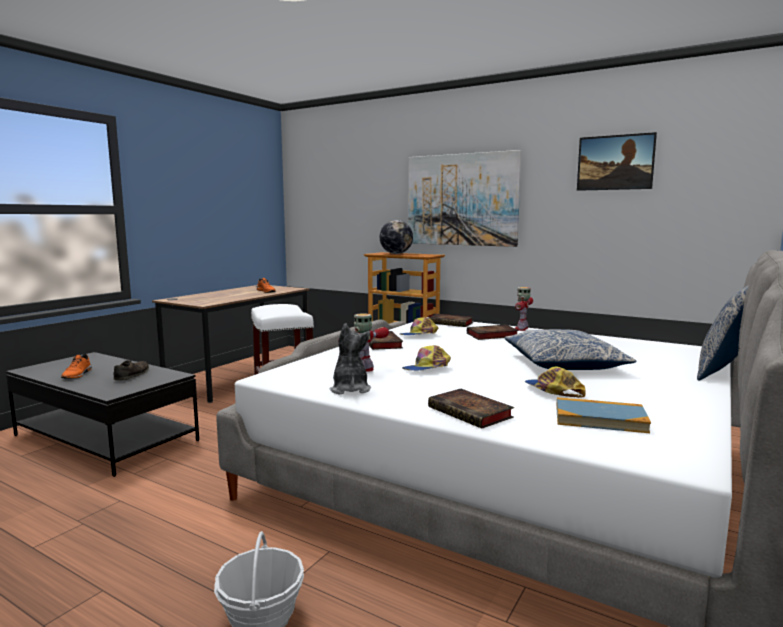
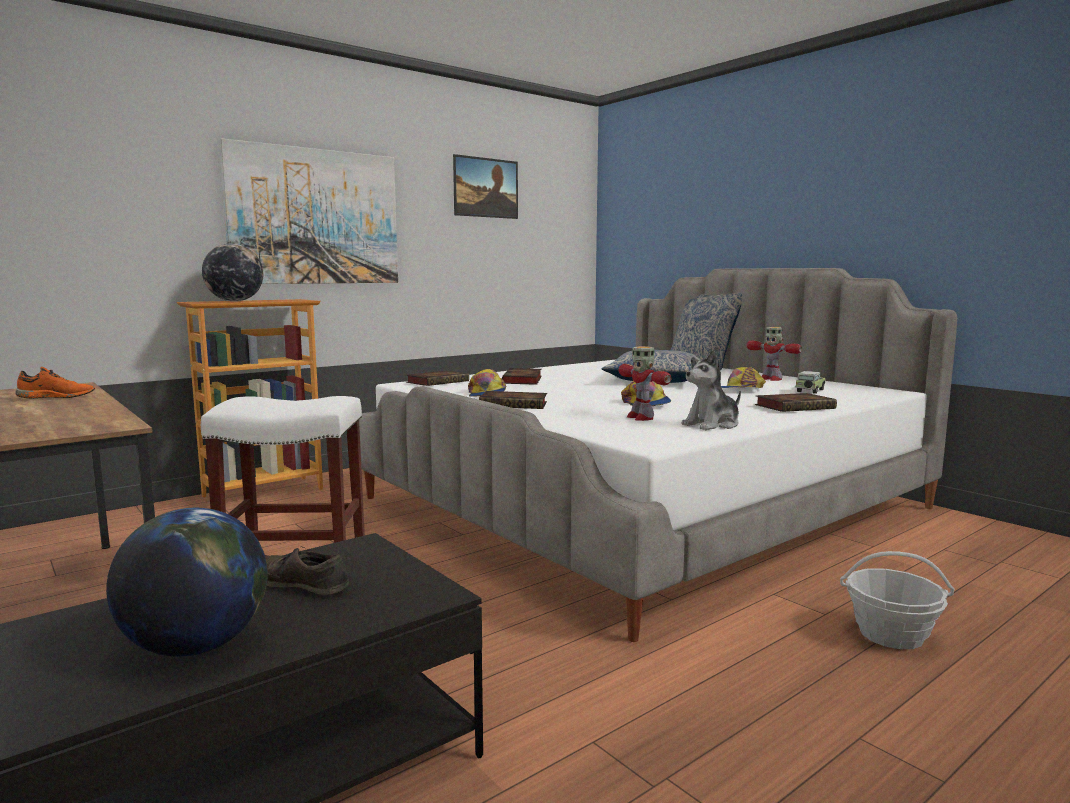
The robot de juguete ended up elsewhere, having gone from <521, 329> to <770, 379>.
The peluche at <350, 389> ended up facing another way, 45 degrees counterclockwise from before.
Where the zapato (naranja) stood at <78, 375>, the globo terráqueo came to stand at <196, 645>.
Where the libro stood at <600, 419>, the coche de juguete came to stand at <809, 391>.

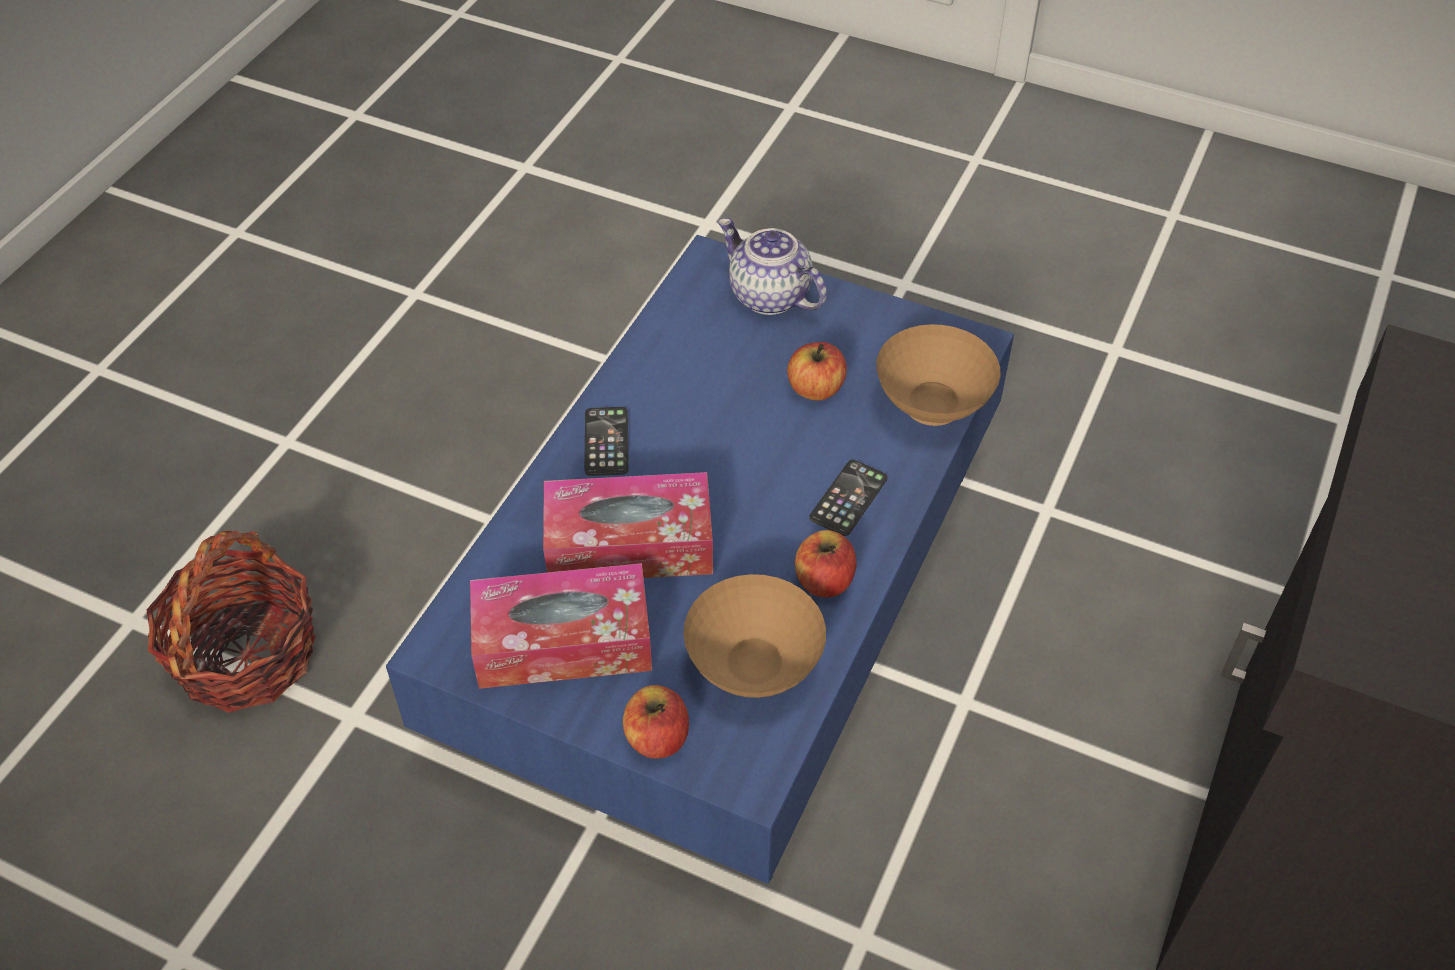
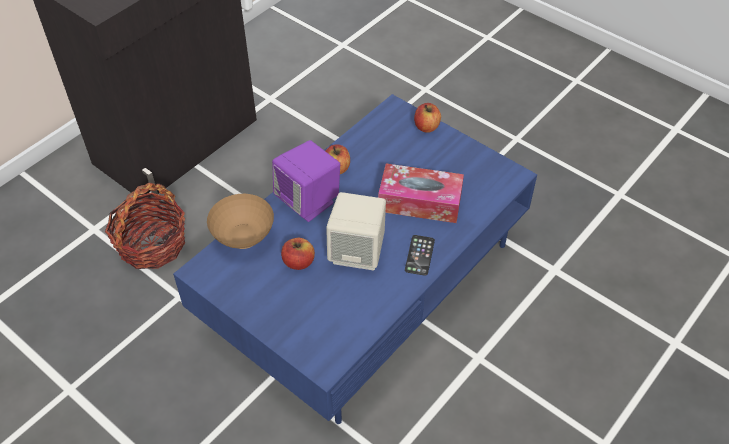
The second view lost the tetera at <768, 296>.
Where the móvil stood at <848, 498>, the altavoz (morado) came to stand at <308, 202>.
The cesta ended up elsewhere, having gone from <246, 654> to <152, 244>.
The second view lost the caja de pañuelos at <563, 642>.
The second view lost the cuenco (marrón) at <756, 670>.
The second view gained the altavoz (beis) at <357, 252>.

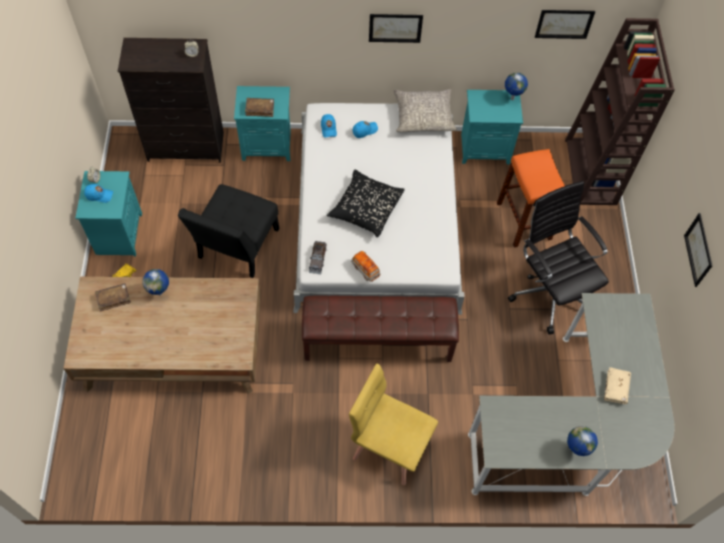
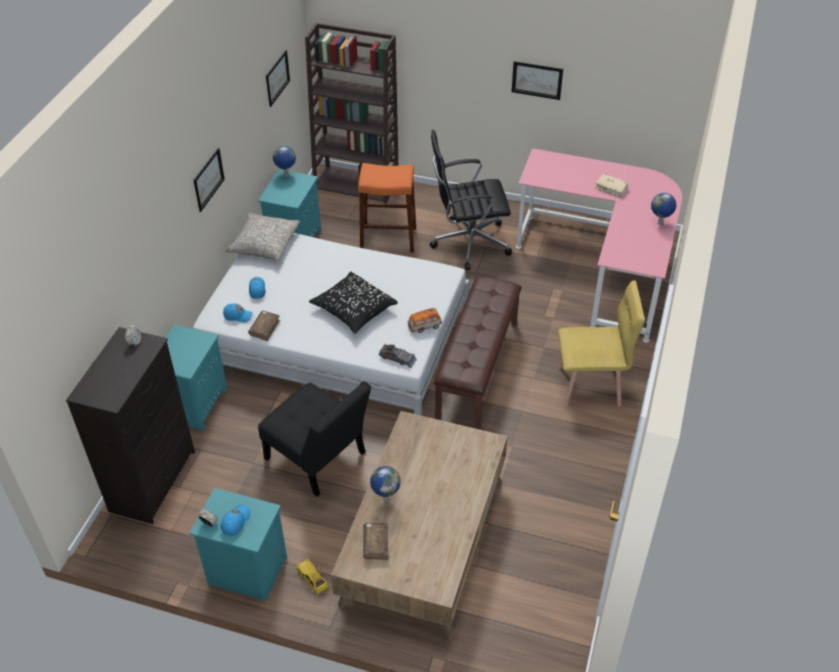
The libro (marrón) ended up elsewhere, having gone from <260, 109> to <264, 328>.
What was the escritorio (gris) at <570, 429> turned into the escritorio (rosa) at <603, 267>.
The silla (amarillo) at <390, 447> ended up facing another way, 135 degrees counterclockwise from before.

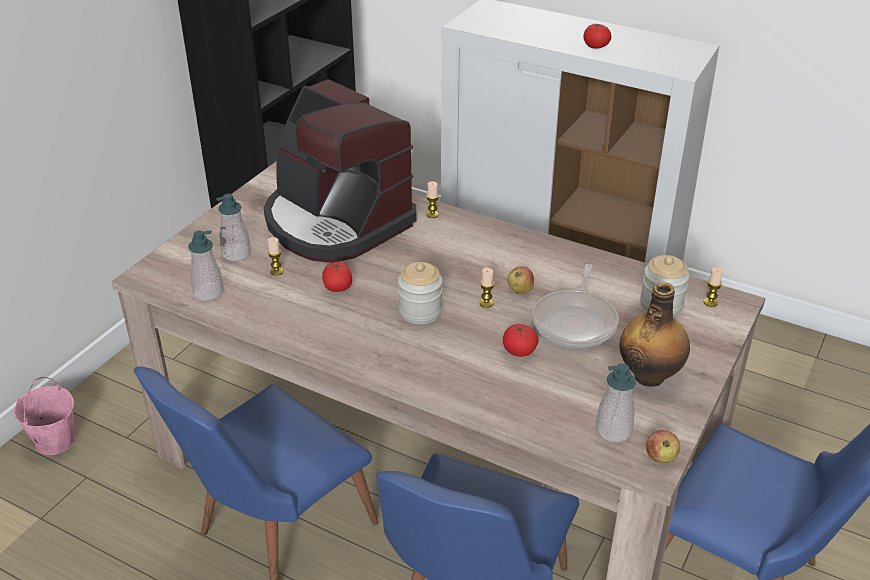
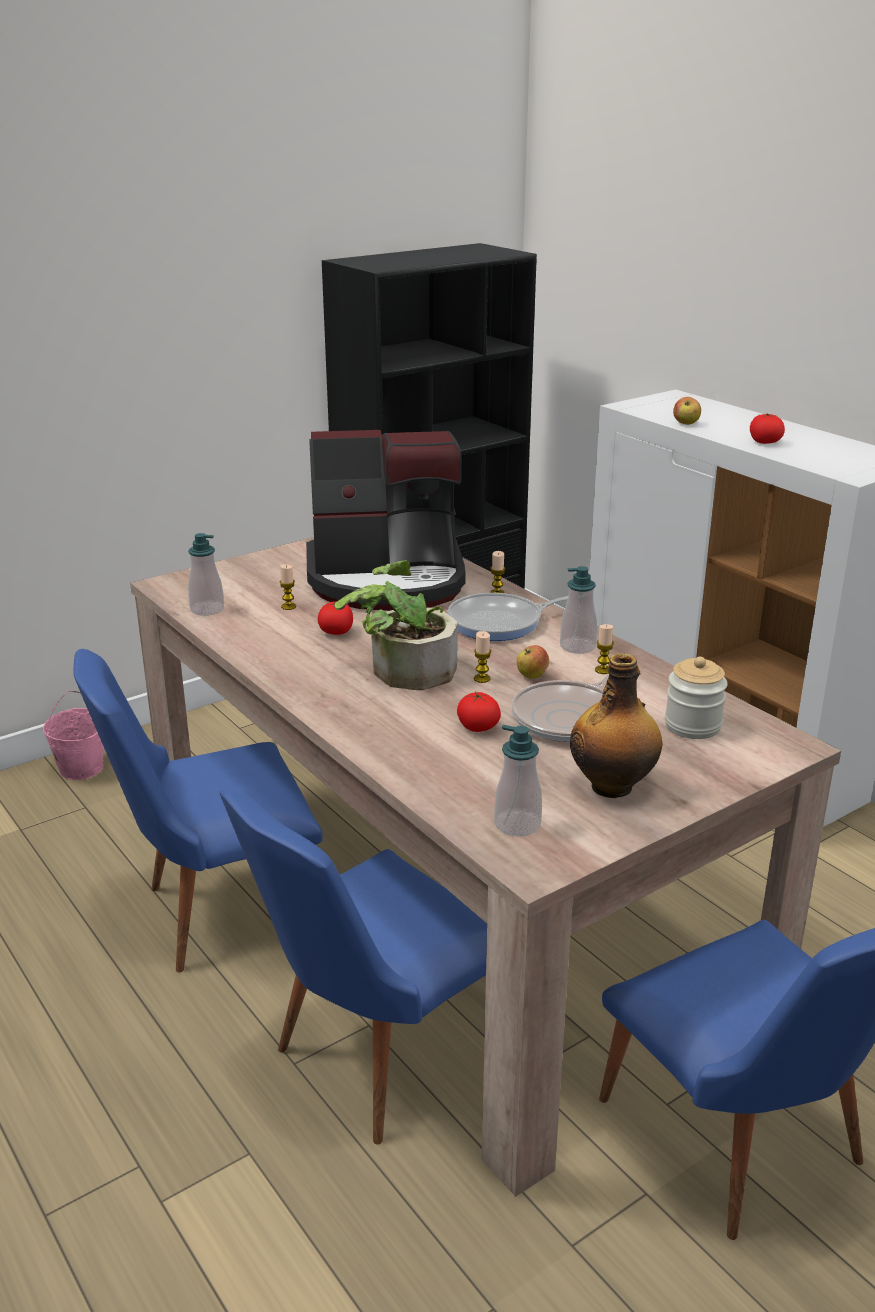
The cafetera at <336, 222> ended up facing another way, 75 degrees counterclockwise from before.
The dispensador de jabón ended up elsewhere, having gone from <236, 254> to <577, 646>.
Where the tarro stood at <420, 311>, the planta en maceta came to stand at <402, 670>.
The vela ended up elsewhere, having gone from <710, 302> to <603, 670>.
The manzana ended up elsewhere, having gone from <660, 457> to <686, 423>.
The second view gained the sartén at <500, 623>.

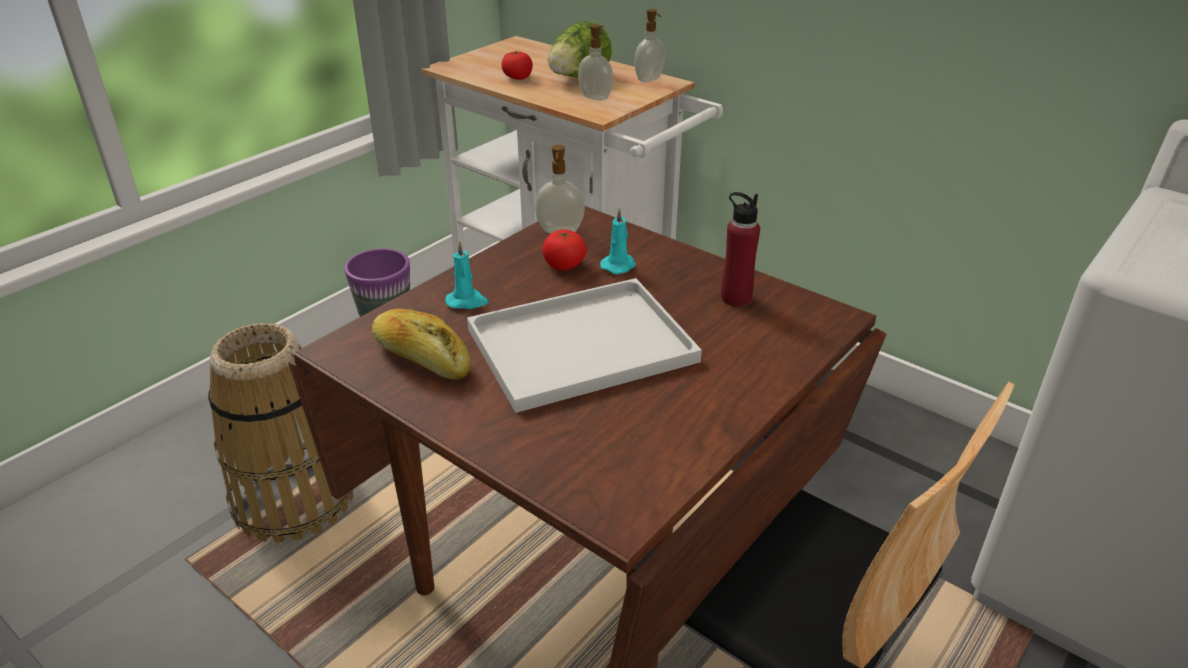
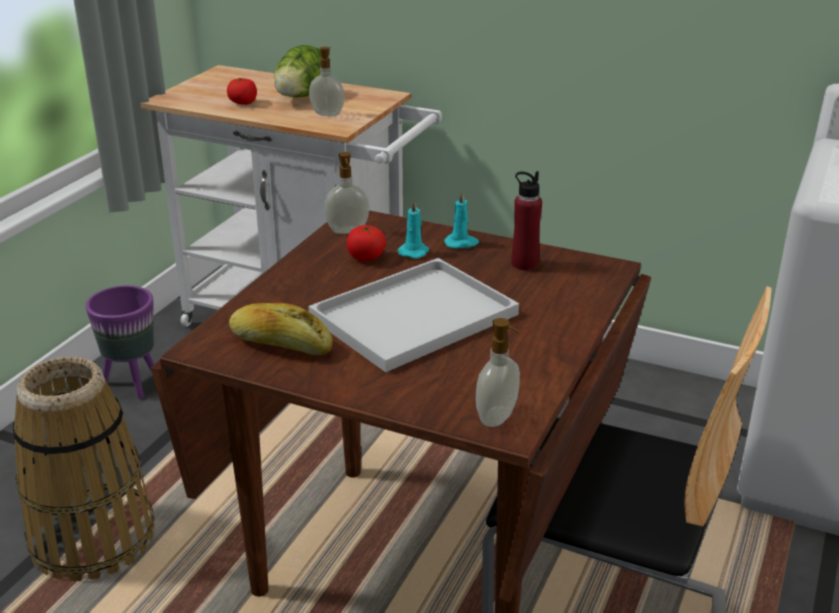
The dispensador de jabón ended up elsewhere, having gone from <650, 80> to <498, 418>.
The vela (turquesa) ended up elsewhere, having gone from <467, 301> to <461, 243>.

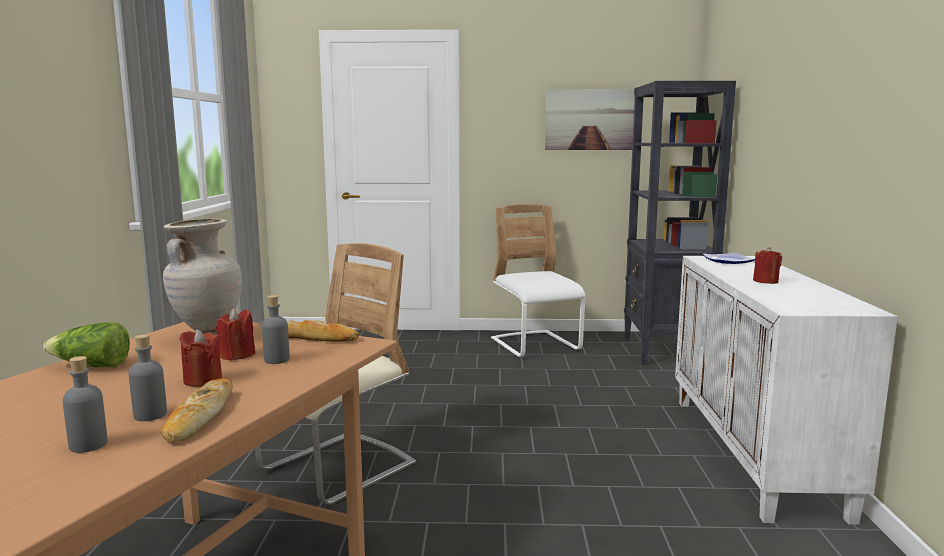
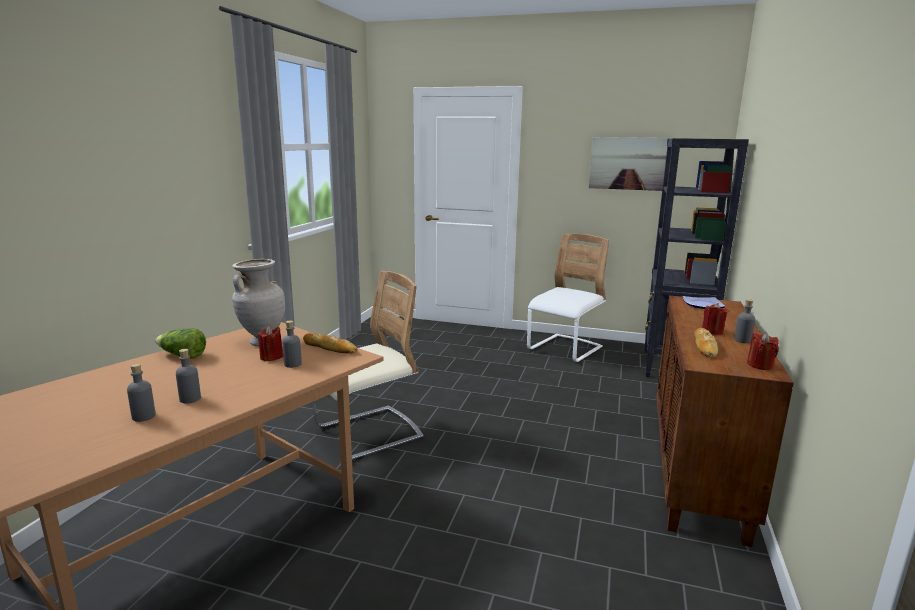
The silla (blanco) at <535, 345> ended up facing another way, 45 degrees clockwise from before.
What was the armario (blanco) at <754, 453> turned into the armario (marrón) at <697, 470>.
The vela (rojo) ended up elsewhere, having gone from <203, 380> to <760, 365>.
The pan ended up elsewhere, having gone from <200, 416> to <704, 346>.
The second view gained the botella (gris) at <742, 340>.

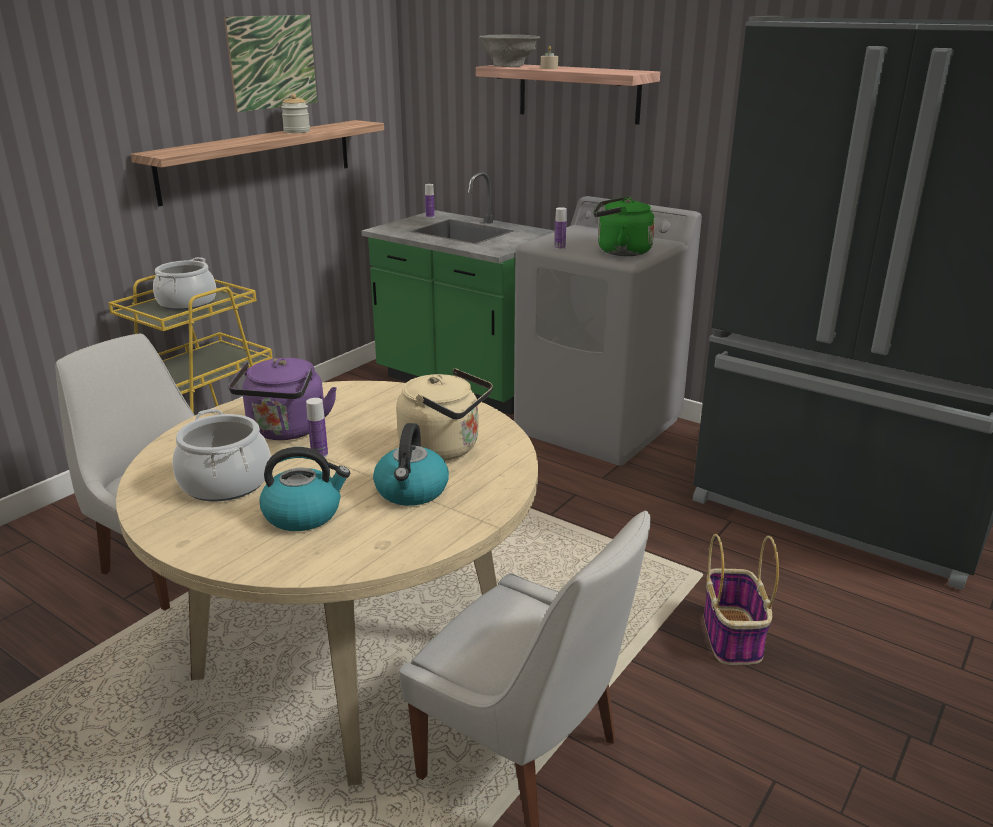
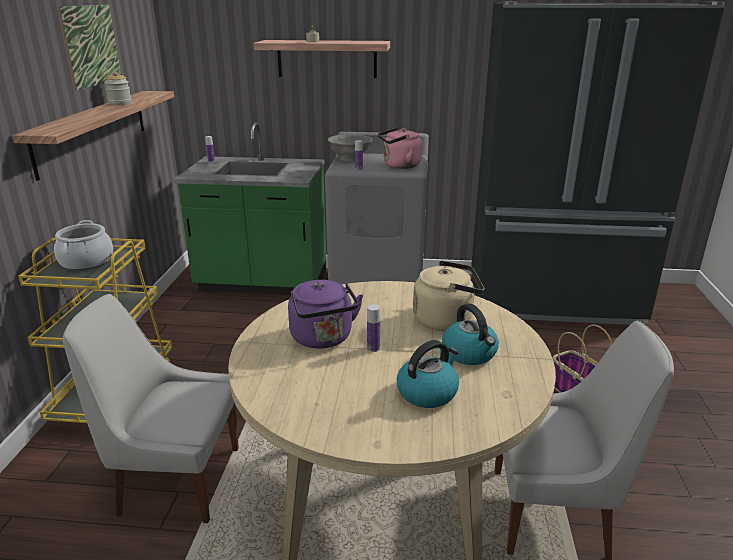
The cuenco (gris) ended up elsewhere, having gone from <509, 66> to <350, 159>.
What was the hervidor (verde) at <620, 251> turned into the hervidor (rosa) at <399, 166>.
The second view lost the olla at <226, 482>.

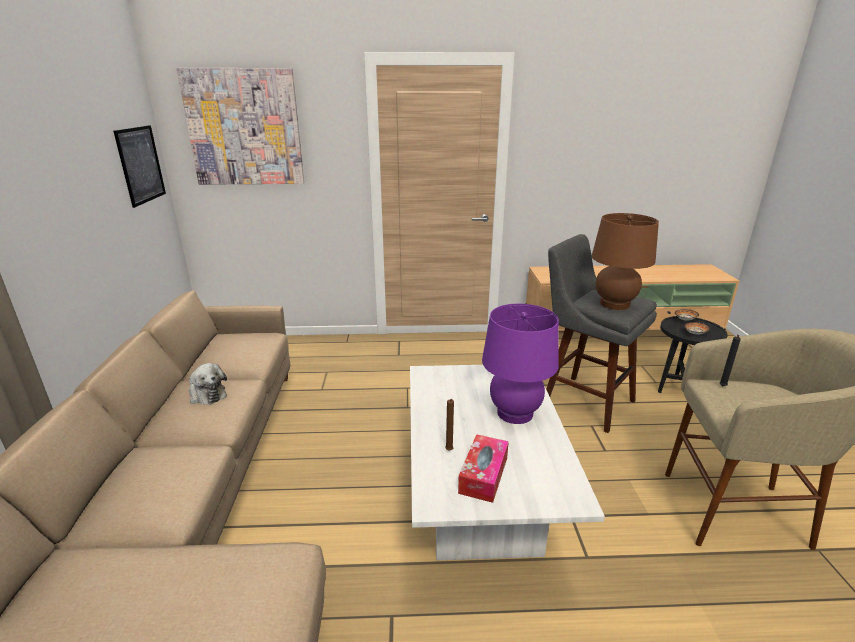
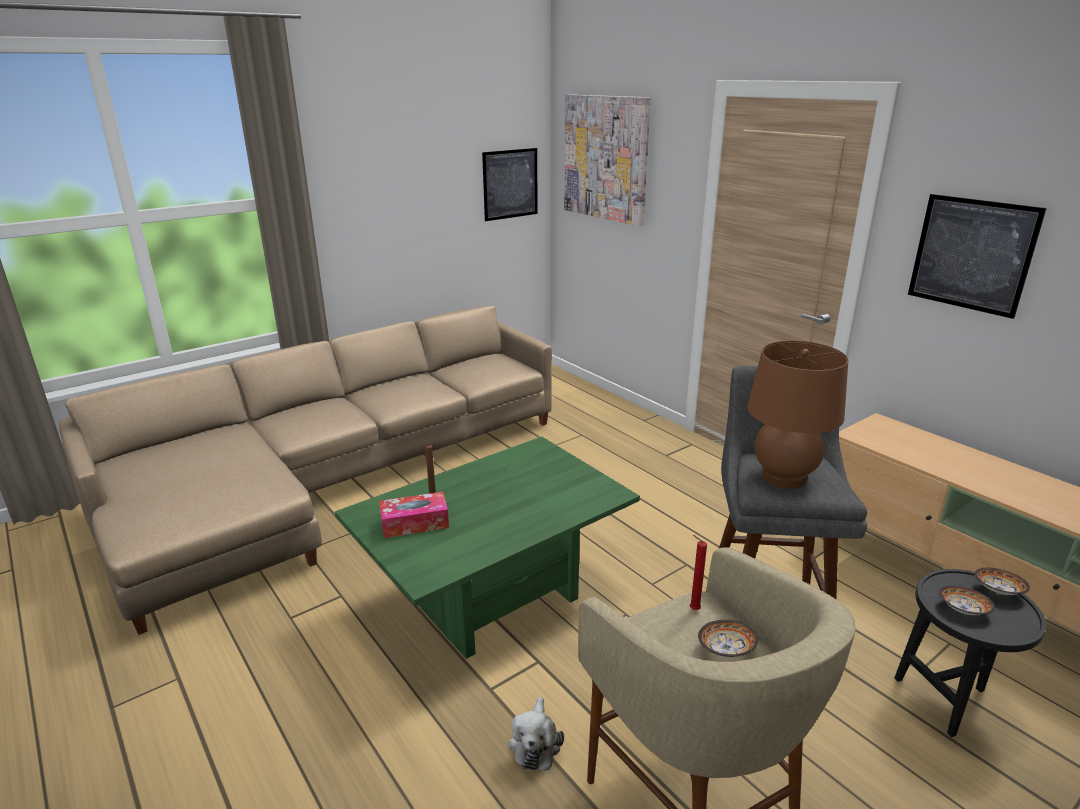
The second view lost the lámpara de mesa (morado) at <515, 413>.
What was the vela (negro) at <722, 386> turned into the vela (rojo) at <692, 609>.
The peluche ended up elsewhere, having gone from <206, 394> to <535, 743>.
What was the mesa de centro (blanco) at <481, 507> turned into the mesa de centro (verde) at <493, 597>.
The second view gained the cuadro at <972, 254>.
The second view gained the cuenco at <724, 649>.

